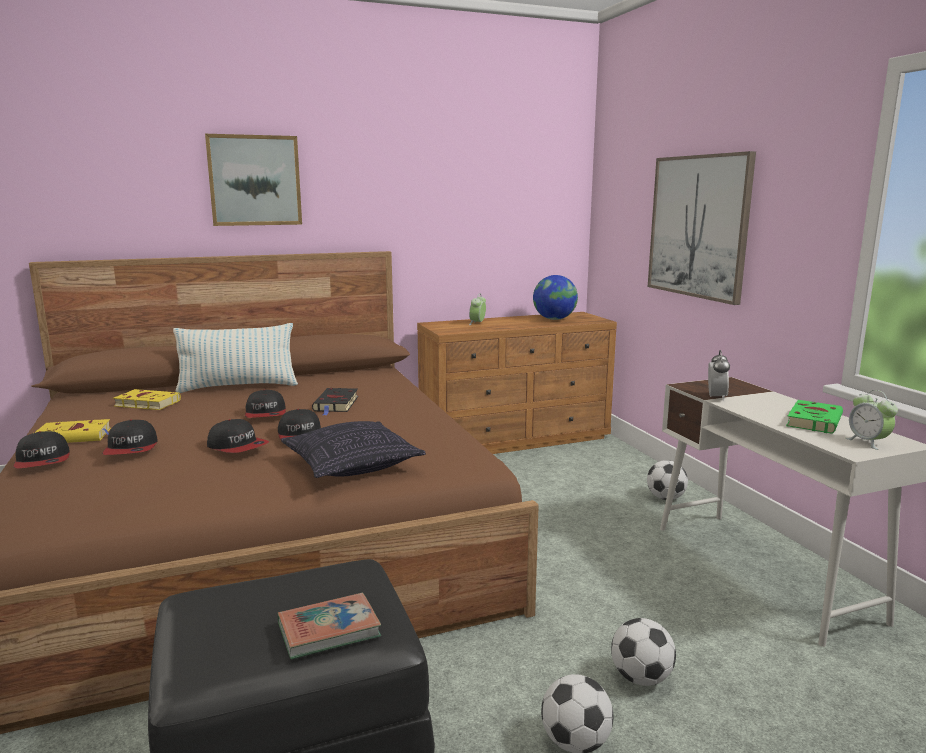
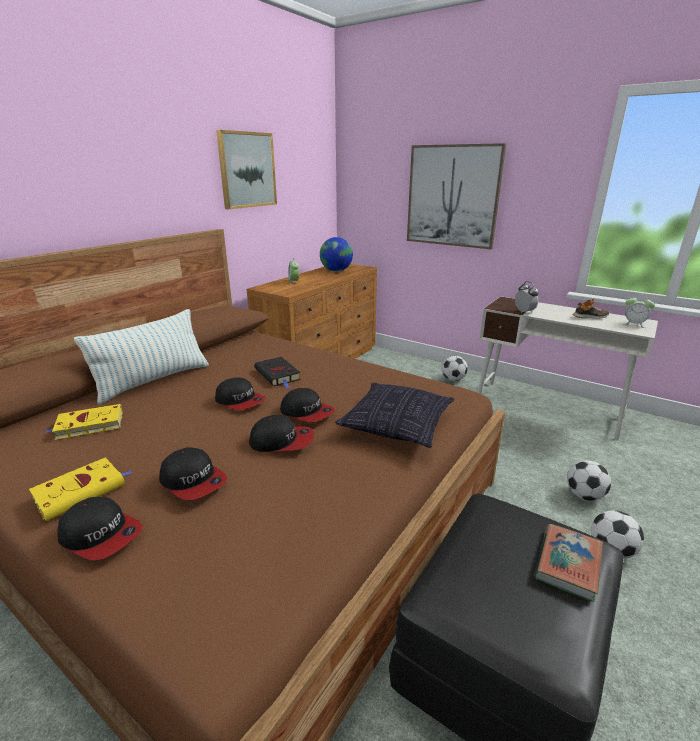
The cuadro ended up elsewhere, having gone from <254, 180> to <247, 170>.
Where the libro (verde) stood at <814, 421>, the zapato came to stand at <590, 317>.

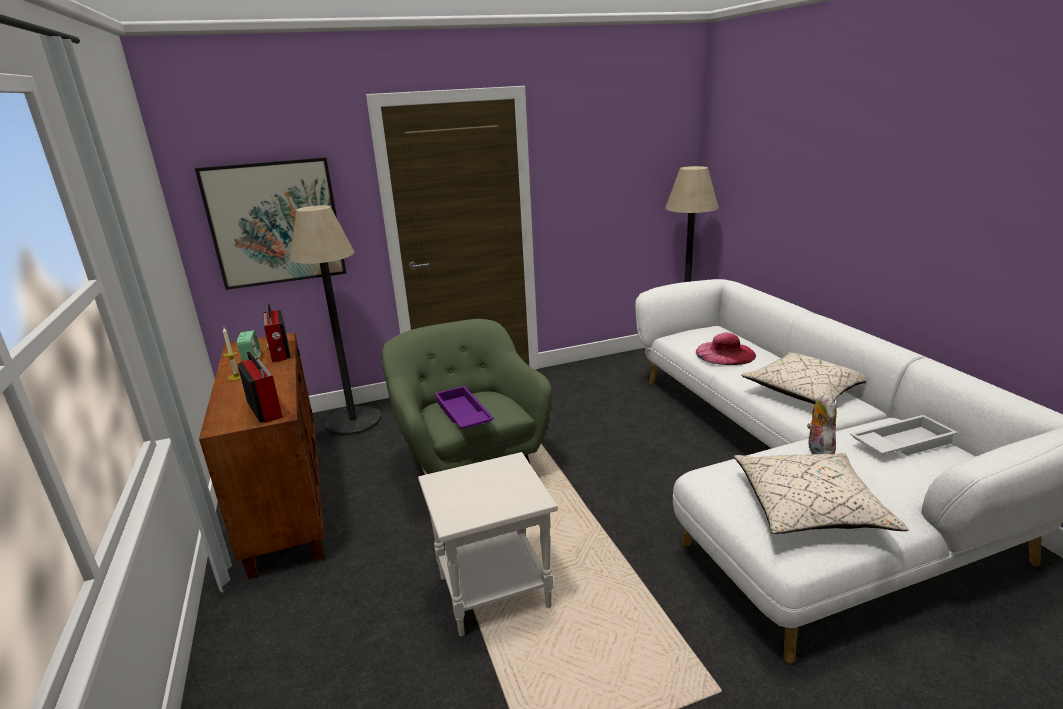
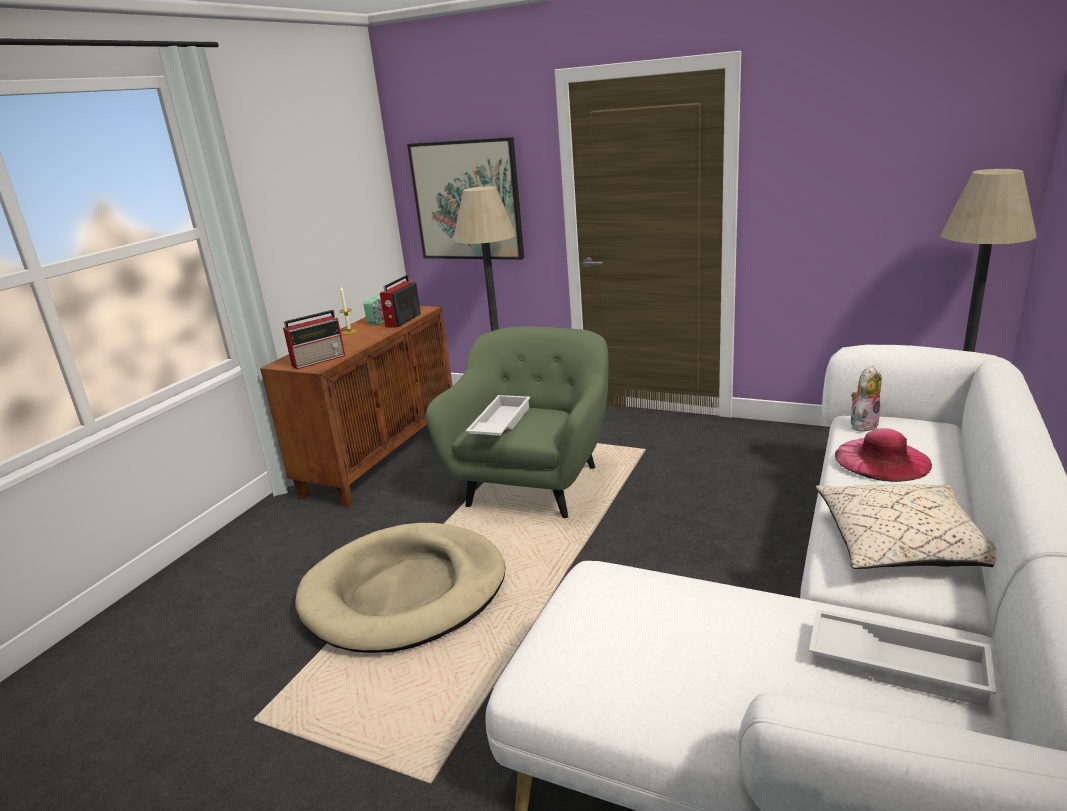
The radio at <265, 409> ended up facing another way, 45 degrees clockwise from before.
What was the bandeja (morado) at <462, 414> turned into the bandeja (blanco) at <499, 423>.
The peluche ended up elsewhere, having gone from <817, 451> to <863, 424>.
Where the mesa auxiliar (blanco) stood at <495, 590>, the cama para perro (beis) came to stand at <405, 592>.
The second view lost the cojín (beis) at <809, 507>.

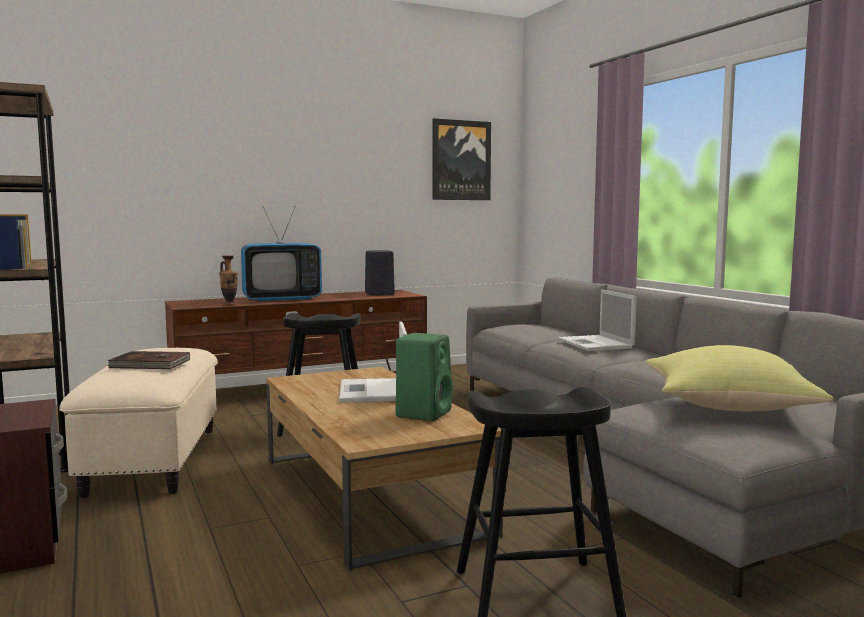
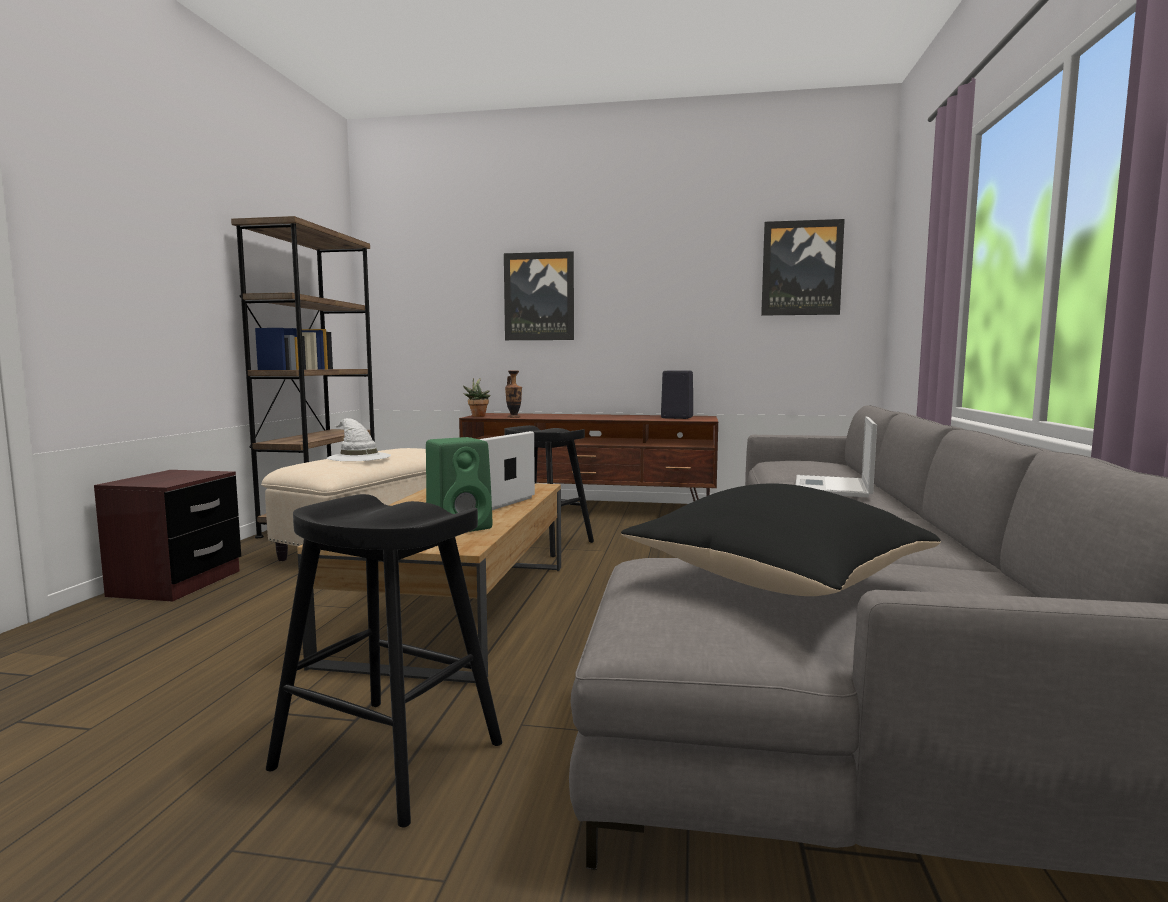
The second view lost the televisor at <282, 299>.
What was the cojín (amarillo) at <727, 408> turned into the cojín (negro) at <771, 583>.
Where the libro (marrón) stood at <150, 364>, the sombrero (blanco) came to stand at <358, 457>.
The second view gained the cuadro at <539, 297>.
The second view gained the planta en maceta at <477, 416>.

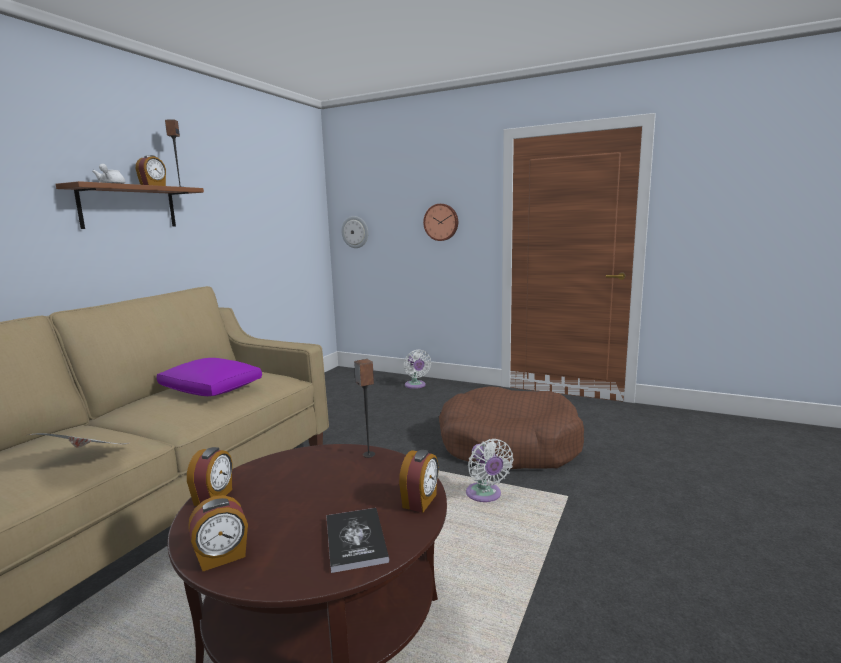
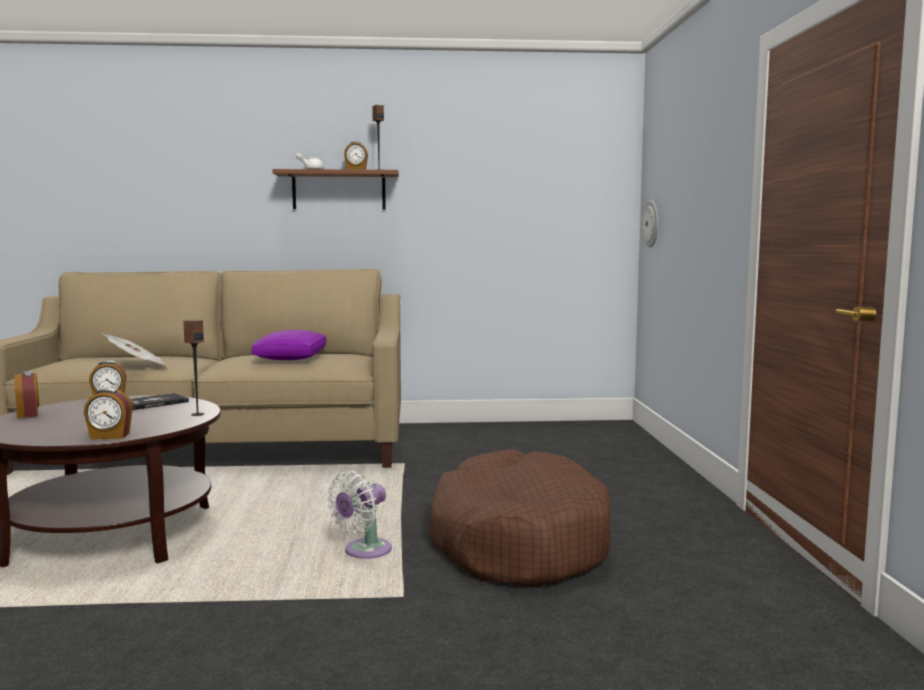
The second view lost the reloj de pared at <441, 222>.
The second view lost the ventilador (blanco) at <416, 385>.
The despertador at <222, 557> ended up facing another way, 150 degrees counterclockwise from before.
The libro ended up elsewhere, having gone from <356, 540> to <154, 403>.

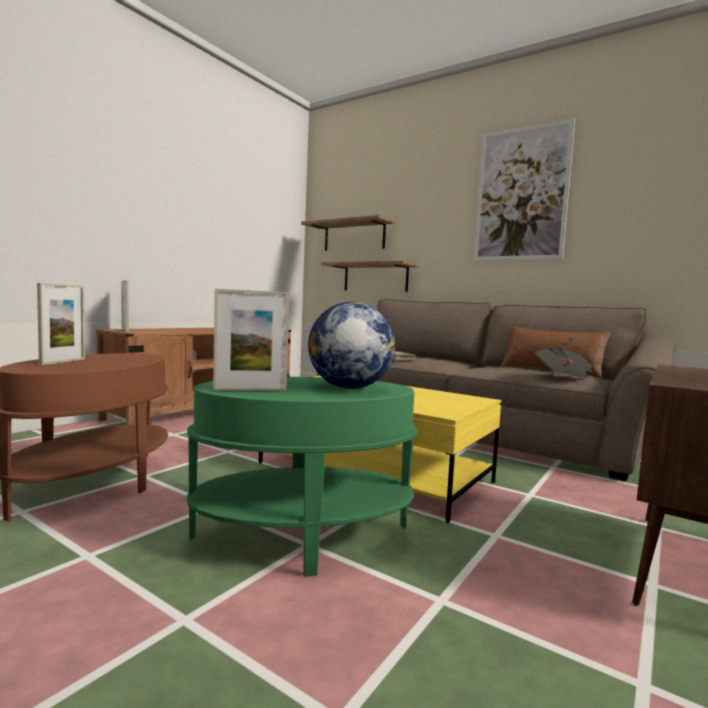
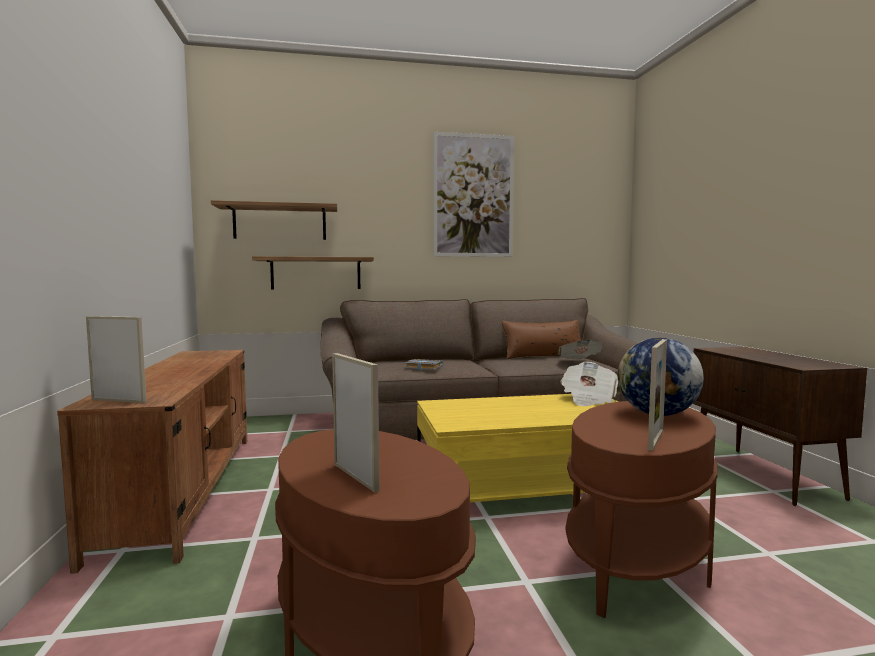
What was the mesa auxiliar (verde) at <302, 537> turned into the mesa auxiliar (marrón) at <636, 563>.
The second view gained the periódico at <588, 399>.

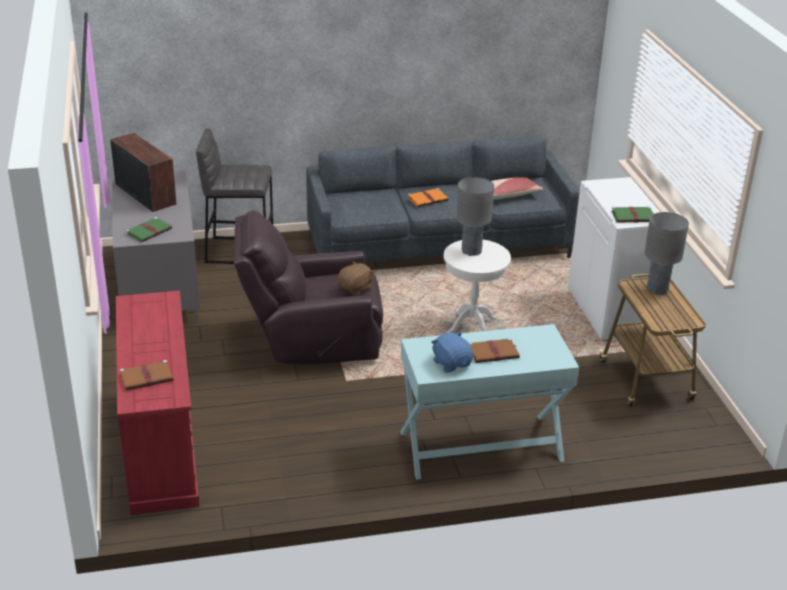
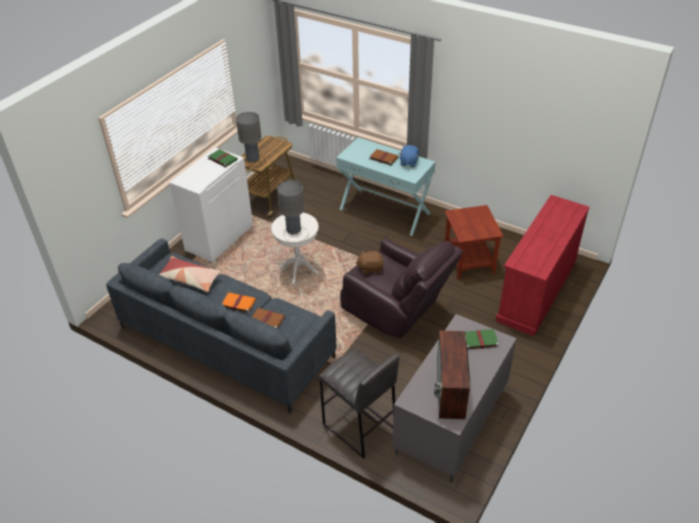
The libro (marrón) ended up elsewhere, having gone from <147, 377> to <266, 319>.
The second view gained the mesa auxiliar (marrón) at <469, 260>.

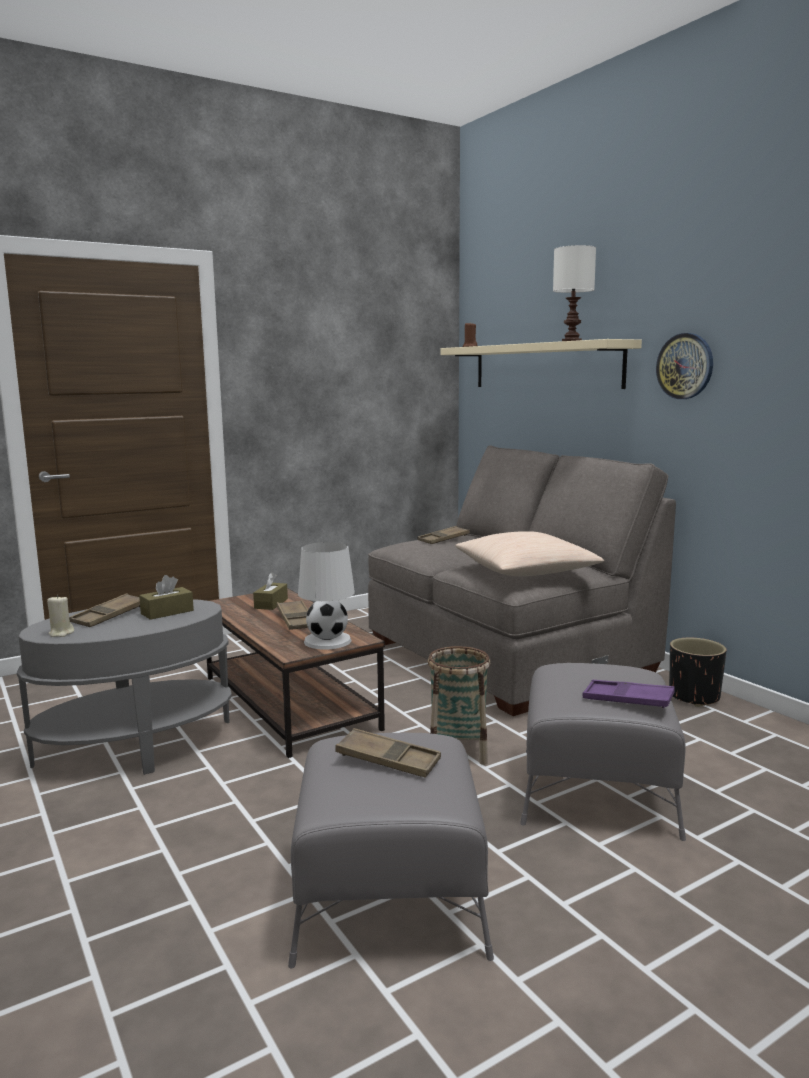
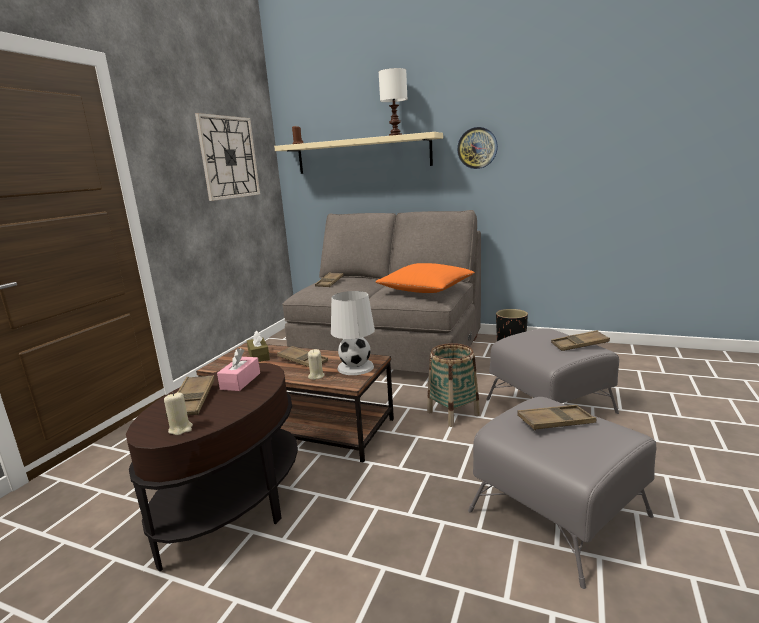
What was the cojín (beis) at <526, 571> turned into the cojín (naranja) at <426, 289>.
What was the caja de pañuelos (marrón) at <167, 612> turned into the caja de pañuelos (rosa) at <240, 381>.
What was the mesa auxiliar (gris) at <136, 747> turned into the mesa auxiliar (marrón) at <233, 507>.
What was the bandeja (morado) at <627, 700> turned into the bandeja (marrón) at <579, 345>.
The second view gained the reloj de pared at <229, 157>.
The second view gained the vela (beis) at <316, 376>.

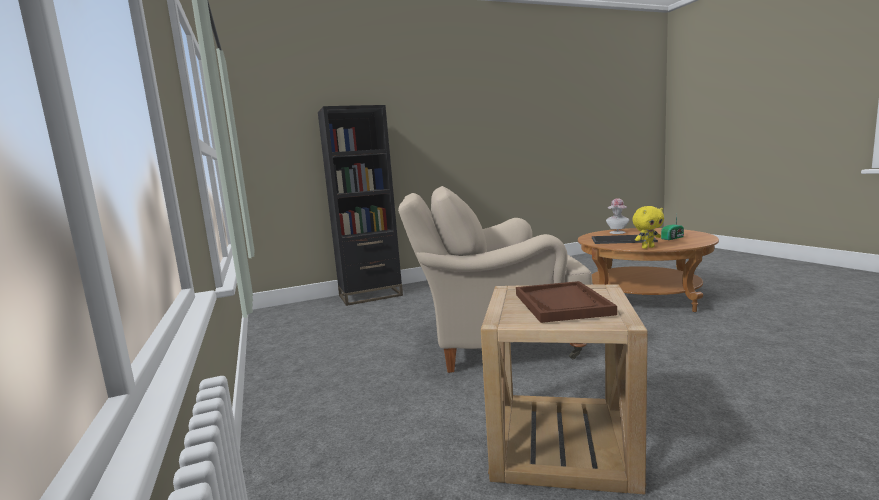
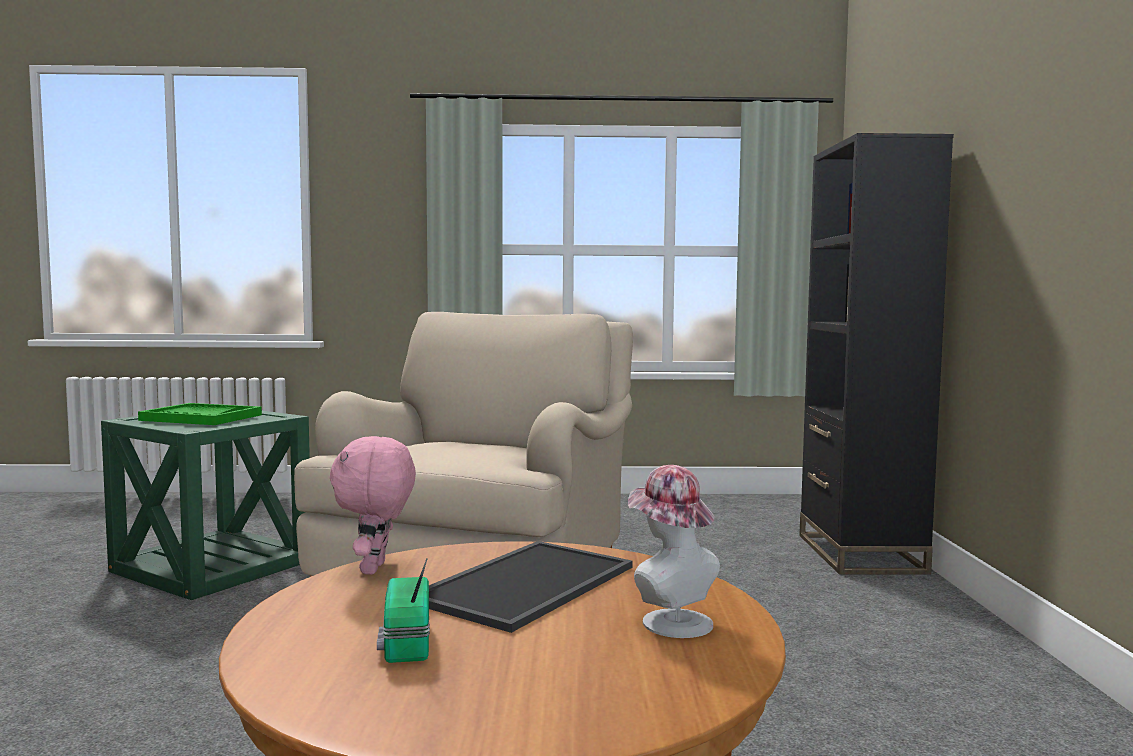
What was the peluche (amarillo) at <647, 247> turned into the peluche (rosa) at <376, 569>.
What was the bandeja (marrón) at <562, 304> turned into the bandeja (verde) at <201, 417>.
What was the mesa auxiliar (beis) at <560, 442> turned into the mesa auxiliar (verde) at <212, 566>.

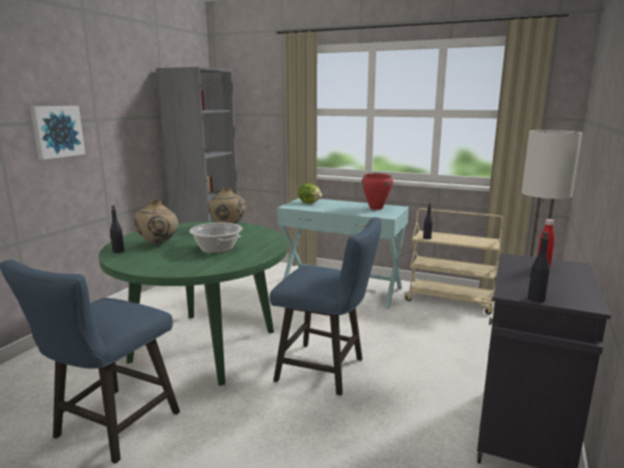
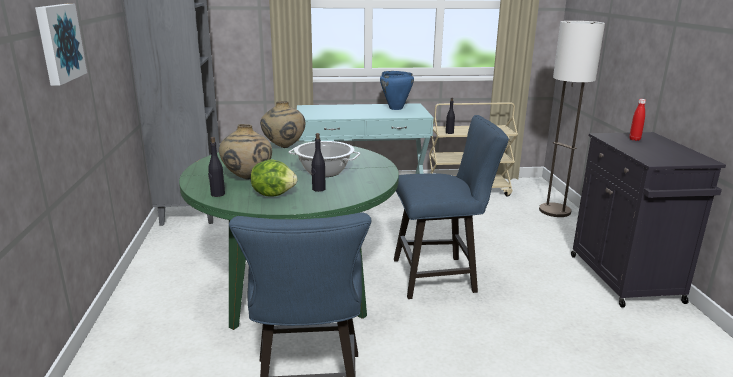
What was the olla (rojo) at <376, 208> turned into the olla (azul) at <396, 108>.
The lechuga ended up elsewhere, having gone from <310, 202> to <273, 194>.
The botella (negro) ended up elsewhere, having gone from <535, 299> to <318, 189>.

